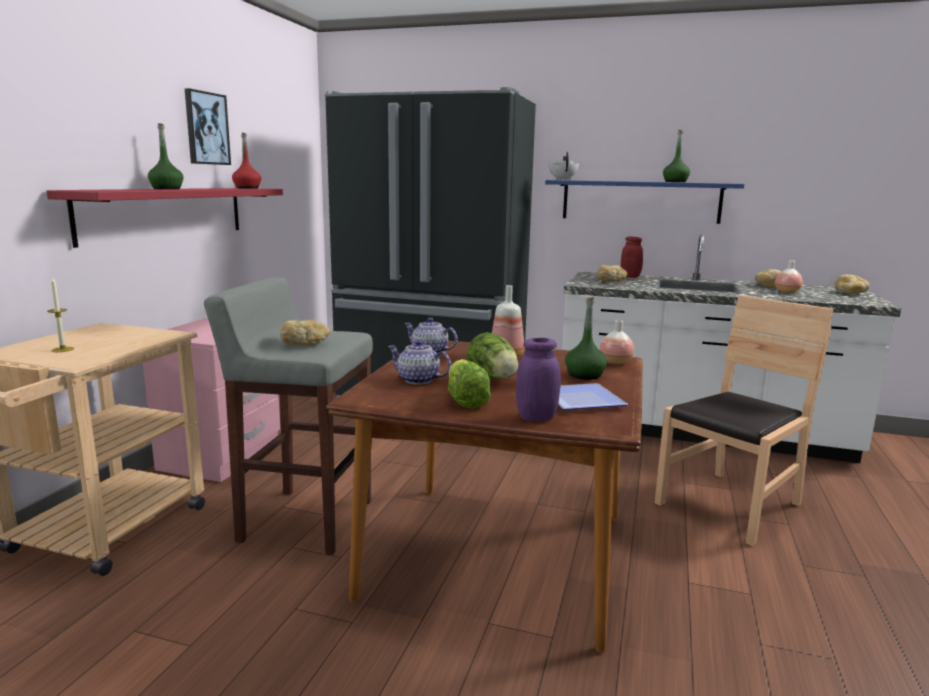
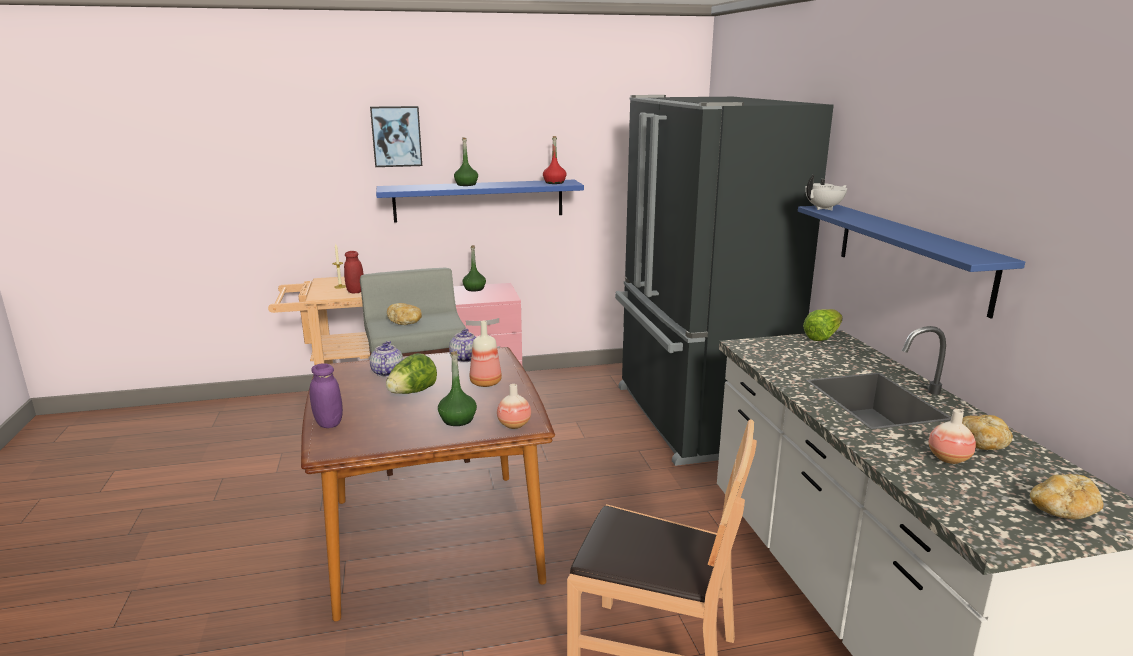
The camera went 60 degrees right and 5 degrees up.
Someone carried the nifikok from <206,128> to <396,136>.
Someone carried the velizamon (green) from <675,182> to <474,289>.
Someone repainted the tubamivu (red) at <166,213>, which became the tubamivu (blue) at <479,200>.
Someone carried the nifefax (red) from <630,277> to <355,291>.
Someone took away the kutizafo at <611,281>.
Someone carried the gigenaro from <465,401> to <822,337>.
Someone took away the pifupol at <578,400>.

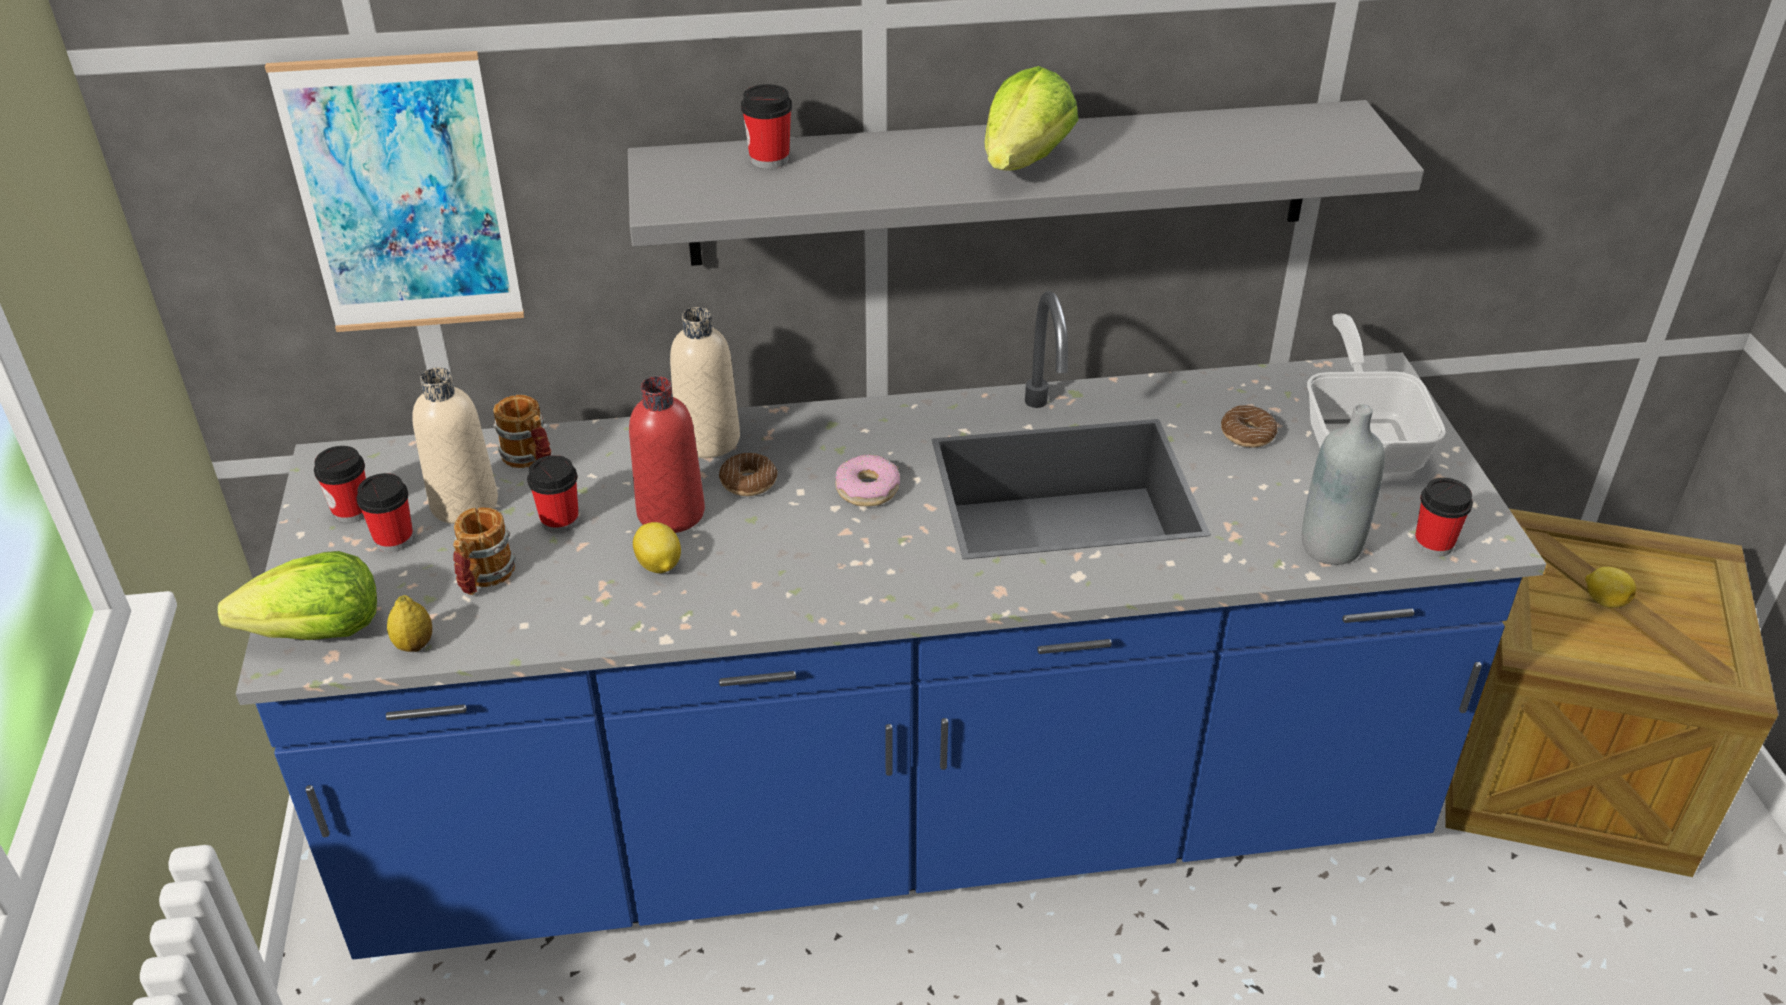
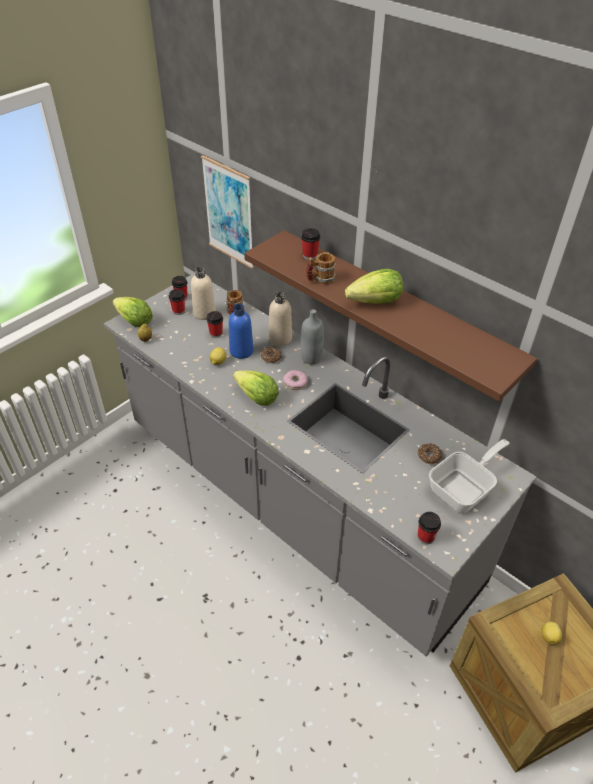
The camera went 50 degrees right and 5 degrees up.
Someone repainted the tubamivu (grey) at <1003,183>, which became the tubamivu (brown) at <393,309>.
Someone repainted the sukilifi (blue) at <893,817>, which became the sukilifi (grey) at <294,502>.
Someone repainted the velizamon (red) at <671,513>, which became the velizamon (blue) at <241,351>.
Someone carried the velizamon (grey) from <1330,547> to <311,358>.
Someone carried the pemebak from <483,578> to <320,280>.
Someone put down the gigenaro at <257,397>.

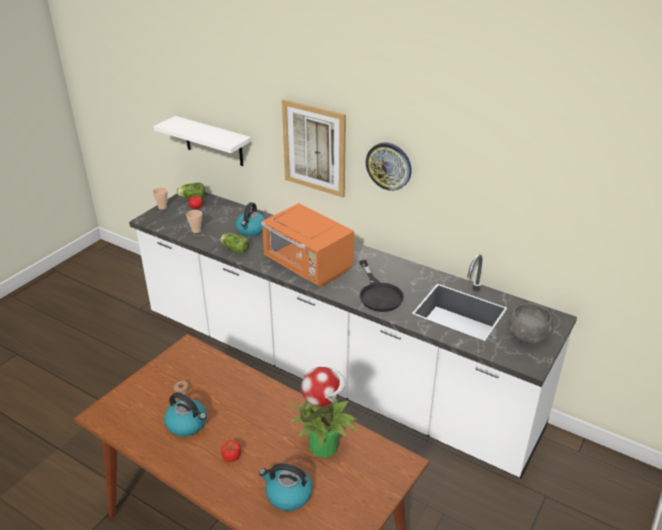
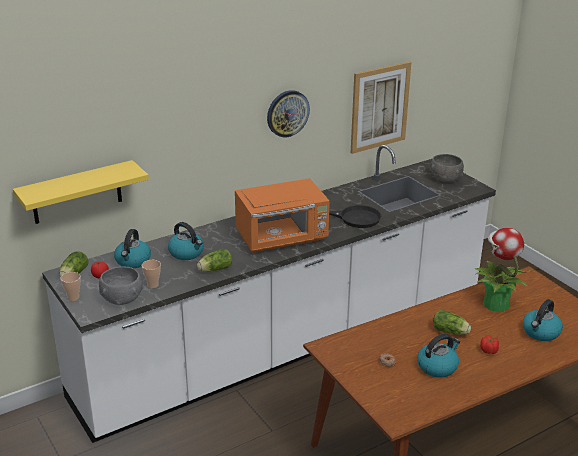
The camera went 65 degrees left and 5 degrees down.
Someone carried the nifikok from <314,148> to <379,107>.
Someone repainted the tubamivu (white) at <213,141>, which became the tubamivu (yellow) at <77,193>.
Someone put down the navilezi at <133,261>.
Someone put down the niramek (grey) at <122,299>.
Someone put down the gigenaro at <451,332>.

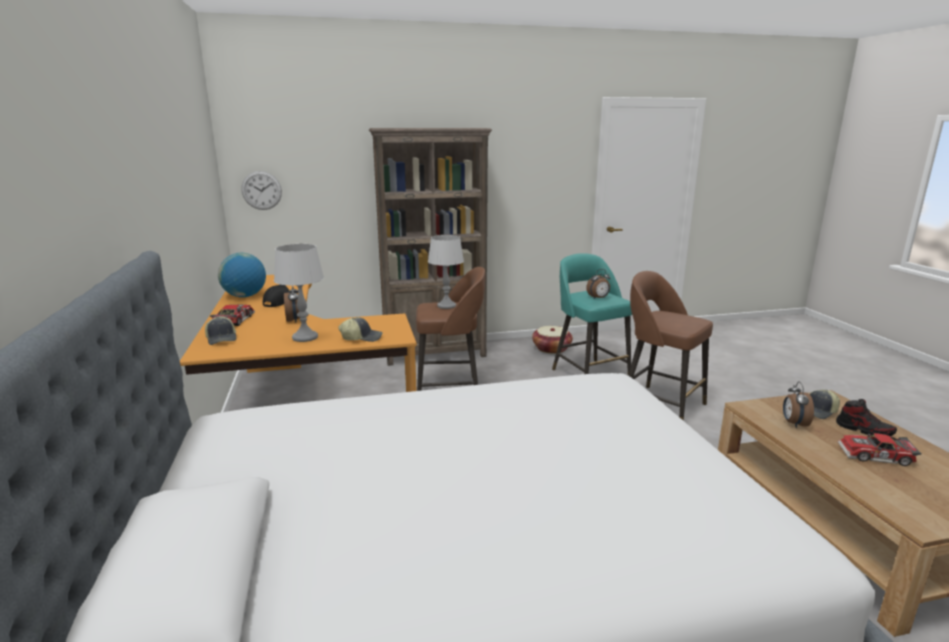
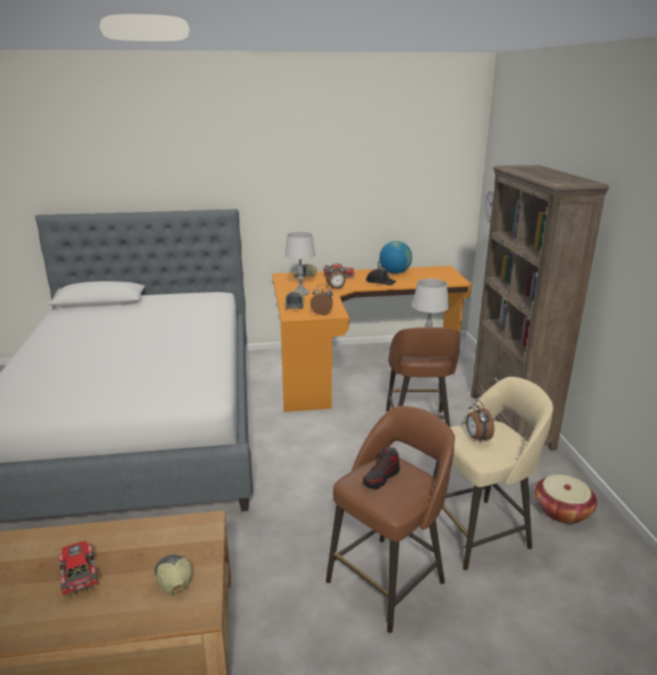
The camera went 95 degrees right and 5 degrees up.
Someone repainted the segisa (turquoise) at <589,373>, which became the segisa (beige) at <479,532>.
Someone carried the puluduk from <793,423> to <322,313>.
Someone carried the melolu from <864,430> to <381,478>.
Someone rotated the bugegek at <876,456> by 45 degrees counterclockwise.

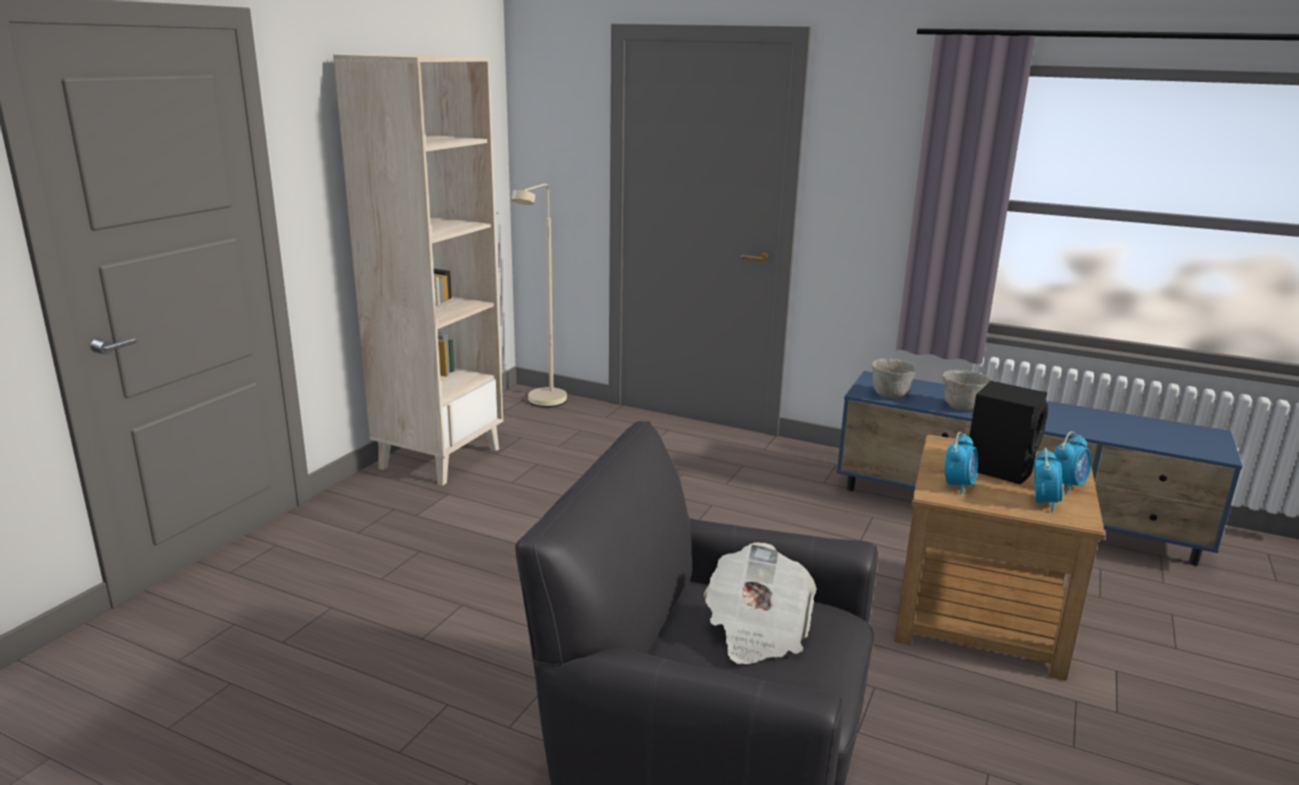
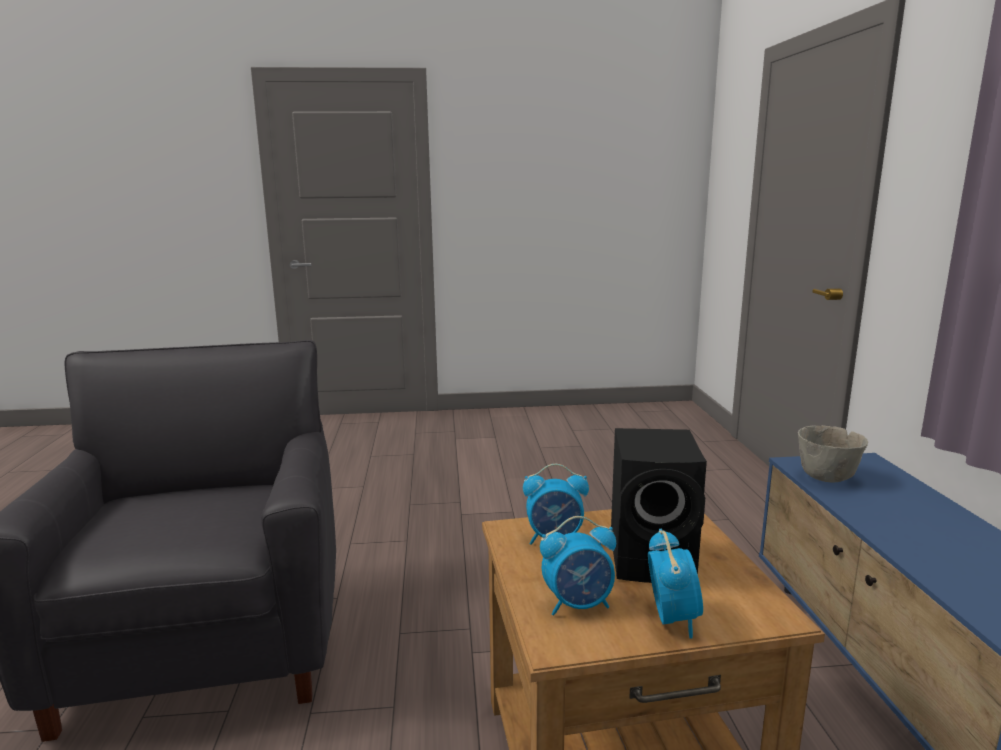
The camera went 60 degrees right and 5 degrees down.
Someone took away the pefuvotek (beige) at <440,458>.
Someone took away the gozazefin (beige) at <543,404>.
Someone took away the niramek (grey) at <961,407>.
Someone rotated the puluduk at <1067,485> by 105 degrees counterclockwise.
Someone took away the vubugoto at <756,630>.

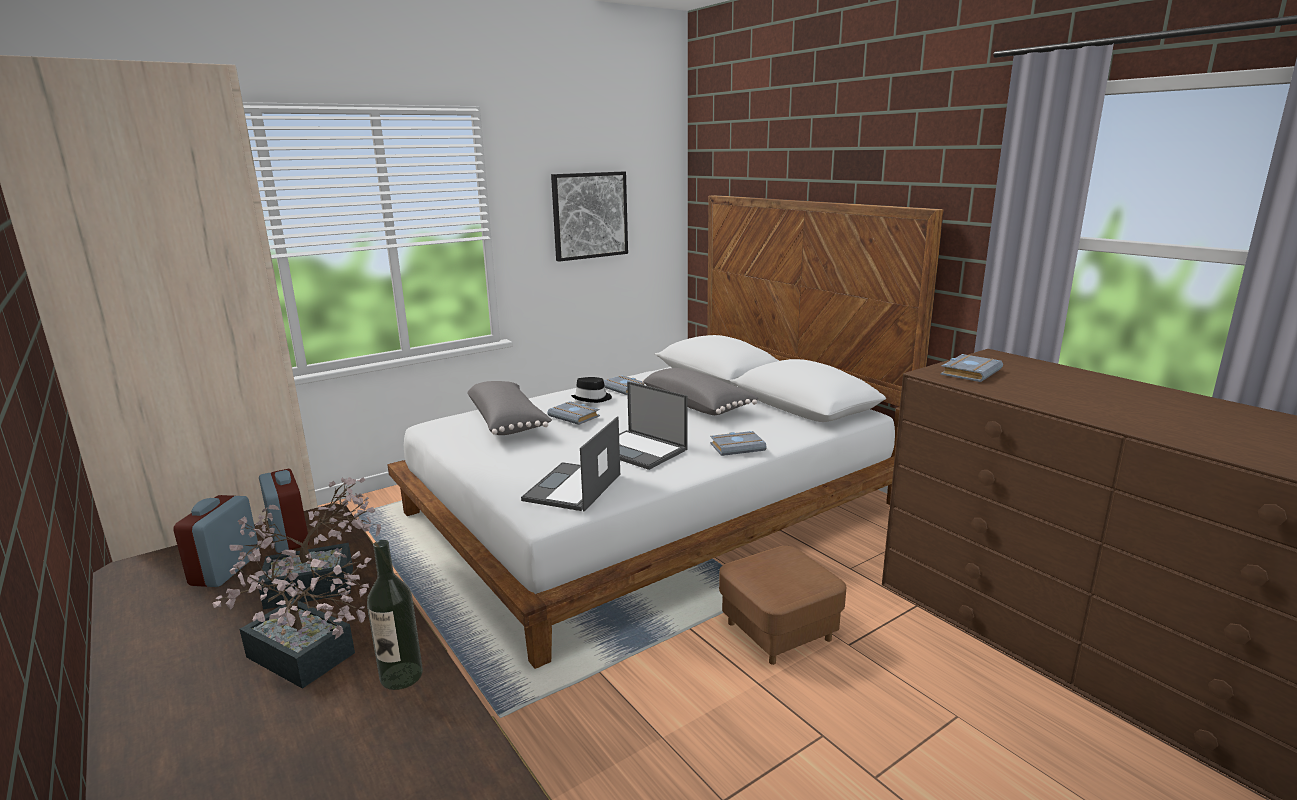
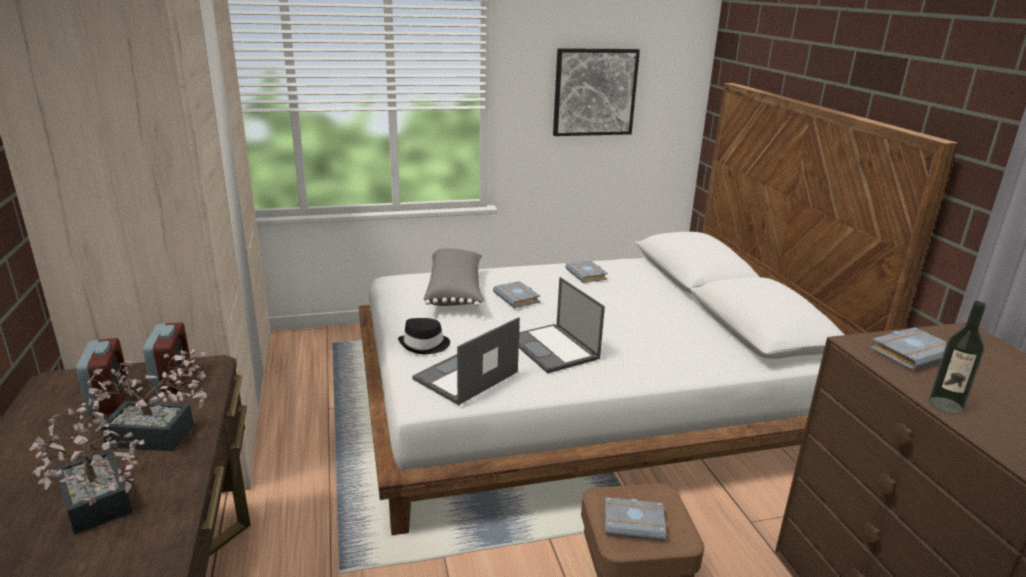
The camera went 20 degrees right and 5 degrees up.
Someone took away the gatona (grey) at <698,405>.
Someone carried the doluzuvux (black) from <592,398> to <425,345>.
Someone carried the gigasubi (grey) from <738,447> to <635,522>.
Someone rotated the puluduk at <225,569> by 135 degrees clockwise.
Someone carried the velizamon from <401,675> to <945,405>.

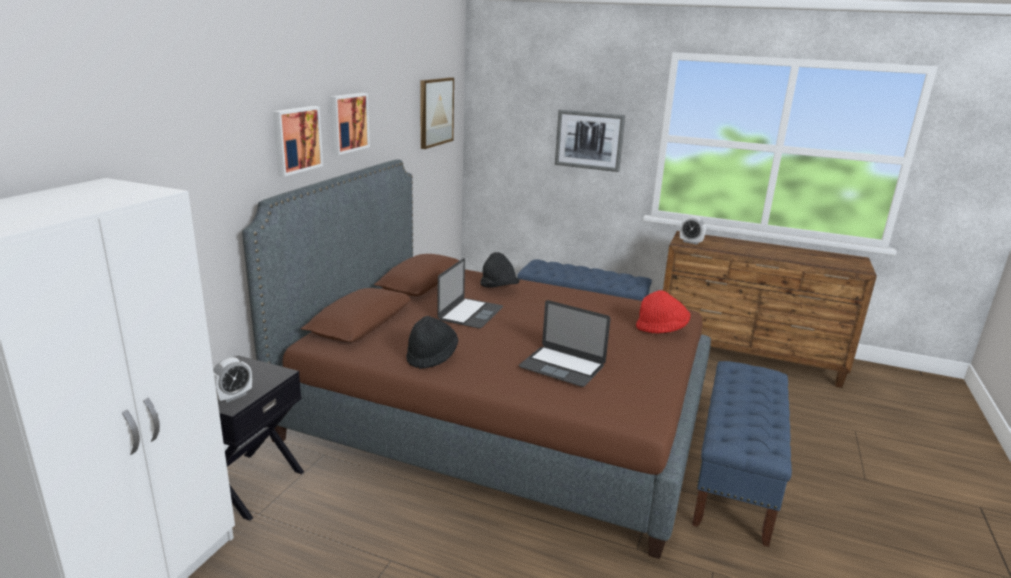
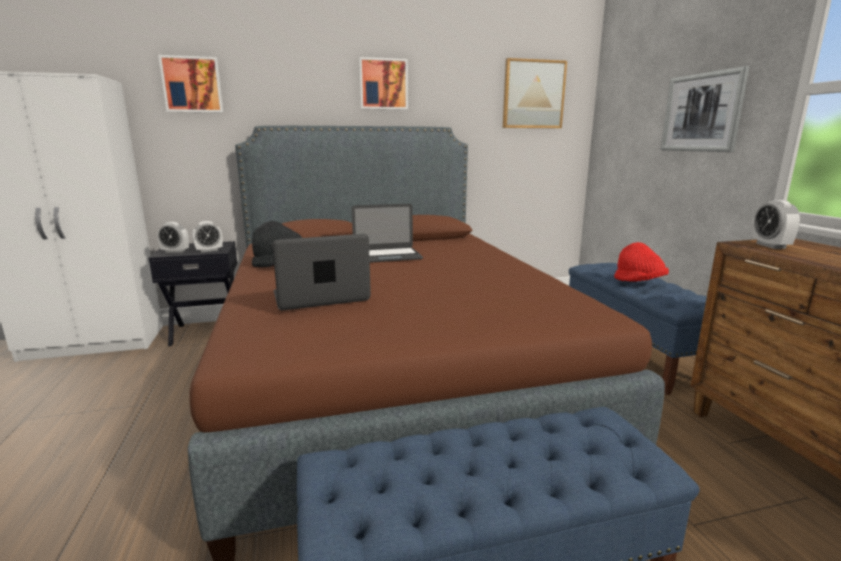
The camera went 55 degrees right and 5 degrees down.
Someone carried the nifikok from <296,139> to <192,85>.
Someone took away the doluzuvux (black) at <498,288>.
Someone carried the doluzuvux (red) from <661,329> to <639,282>.
Someone rotated the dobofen at <562,366> by 75 degrees clockwise.
Someone put down the puluduk at <209,250>.

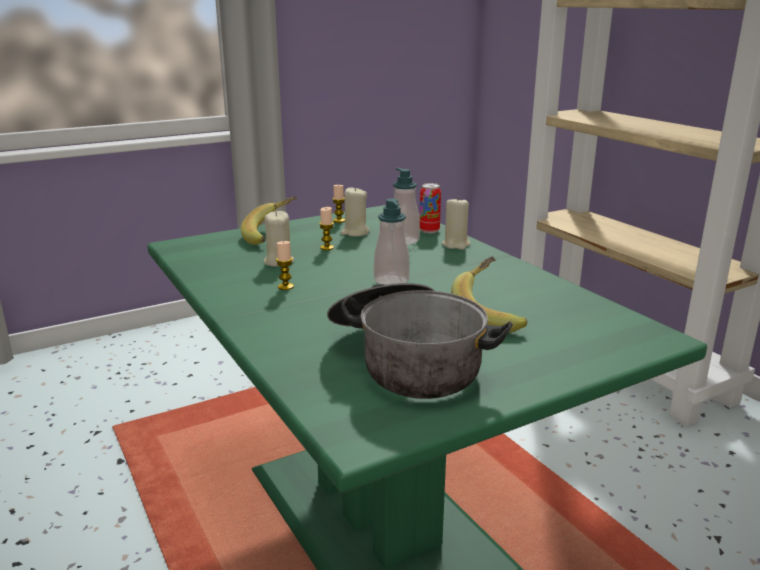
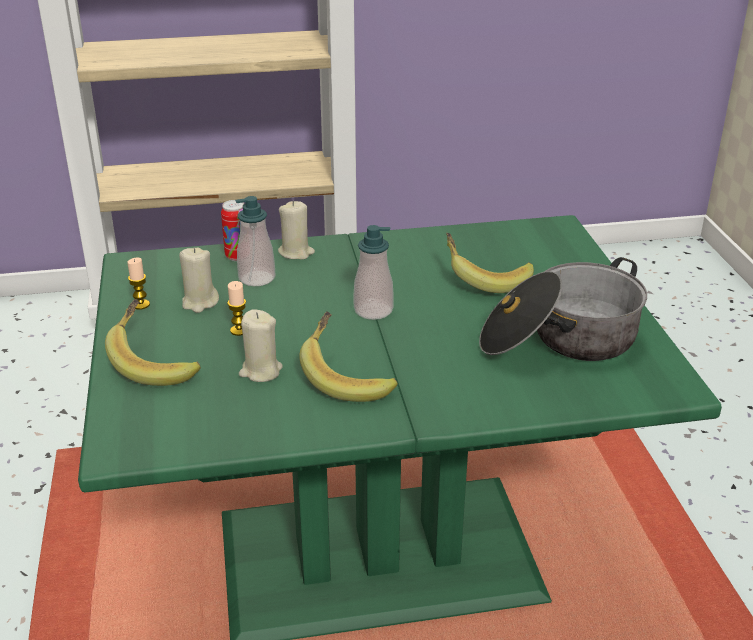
The camera went 70 degrees left and 10 degrees up.
Someone swapped the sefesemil at <285,287> for the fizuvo at <348,377>.

